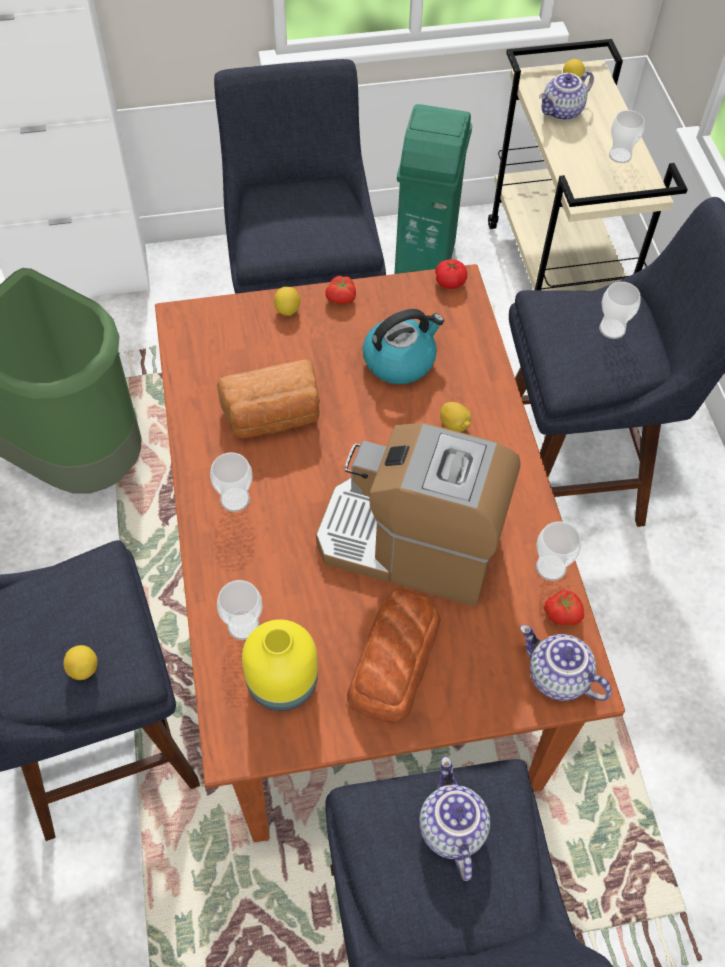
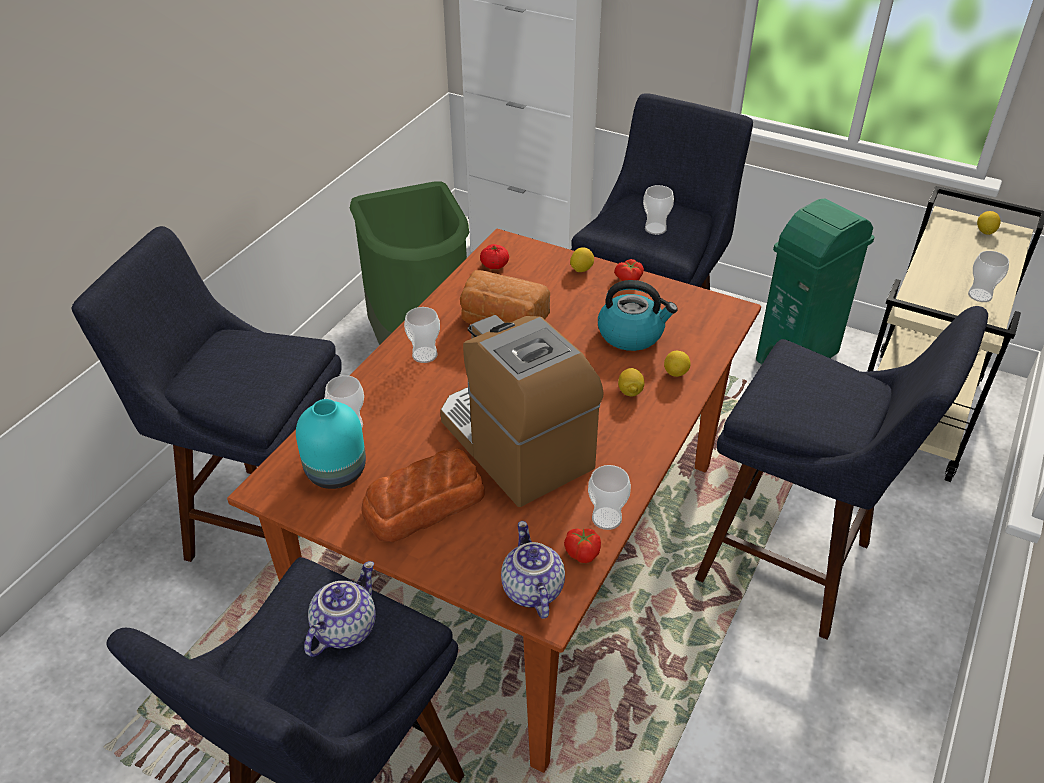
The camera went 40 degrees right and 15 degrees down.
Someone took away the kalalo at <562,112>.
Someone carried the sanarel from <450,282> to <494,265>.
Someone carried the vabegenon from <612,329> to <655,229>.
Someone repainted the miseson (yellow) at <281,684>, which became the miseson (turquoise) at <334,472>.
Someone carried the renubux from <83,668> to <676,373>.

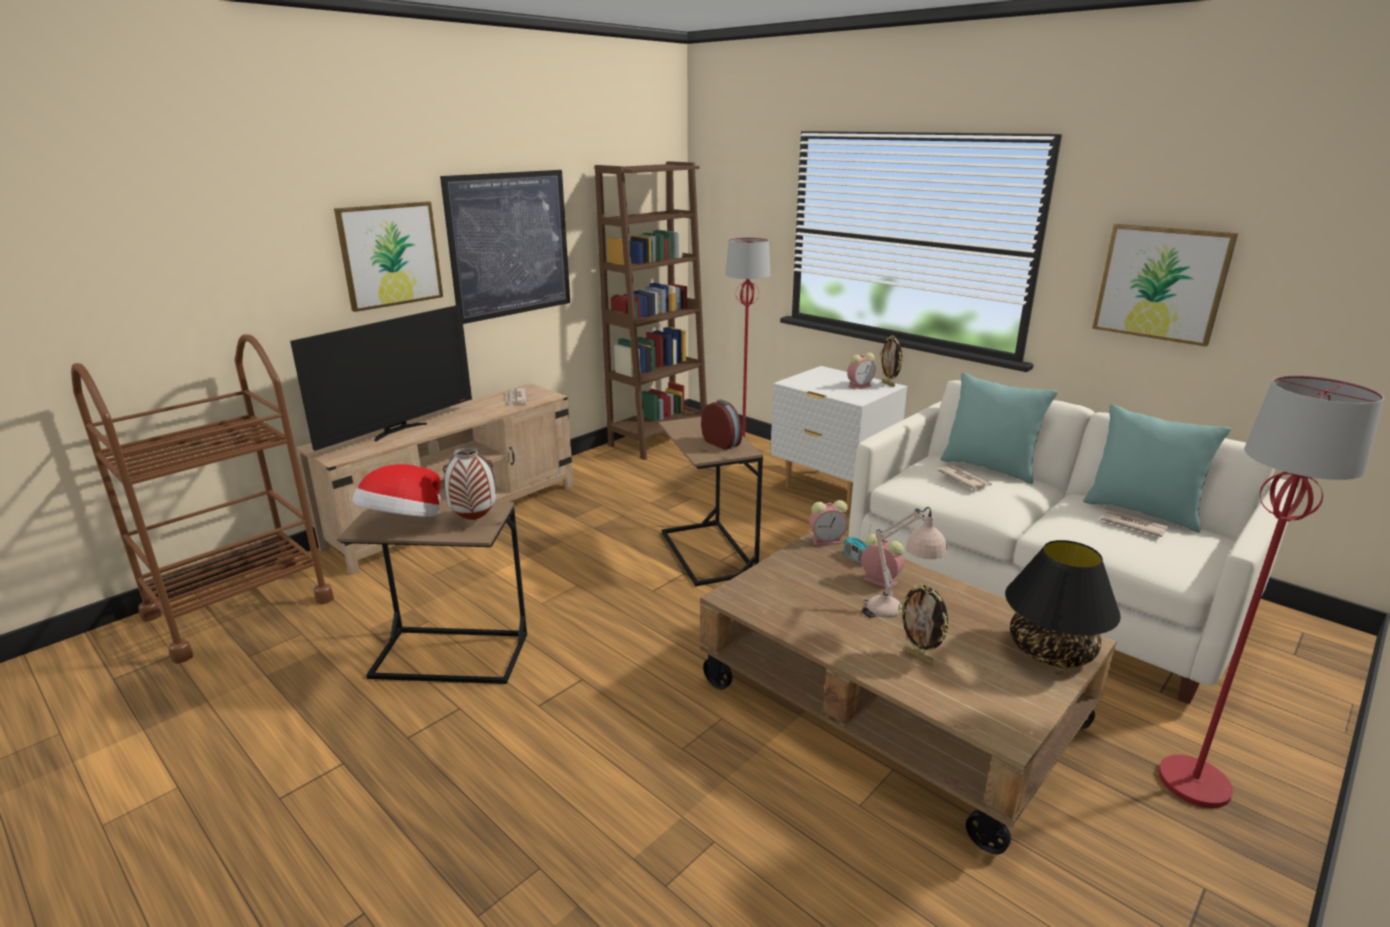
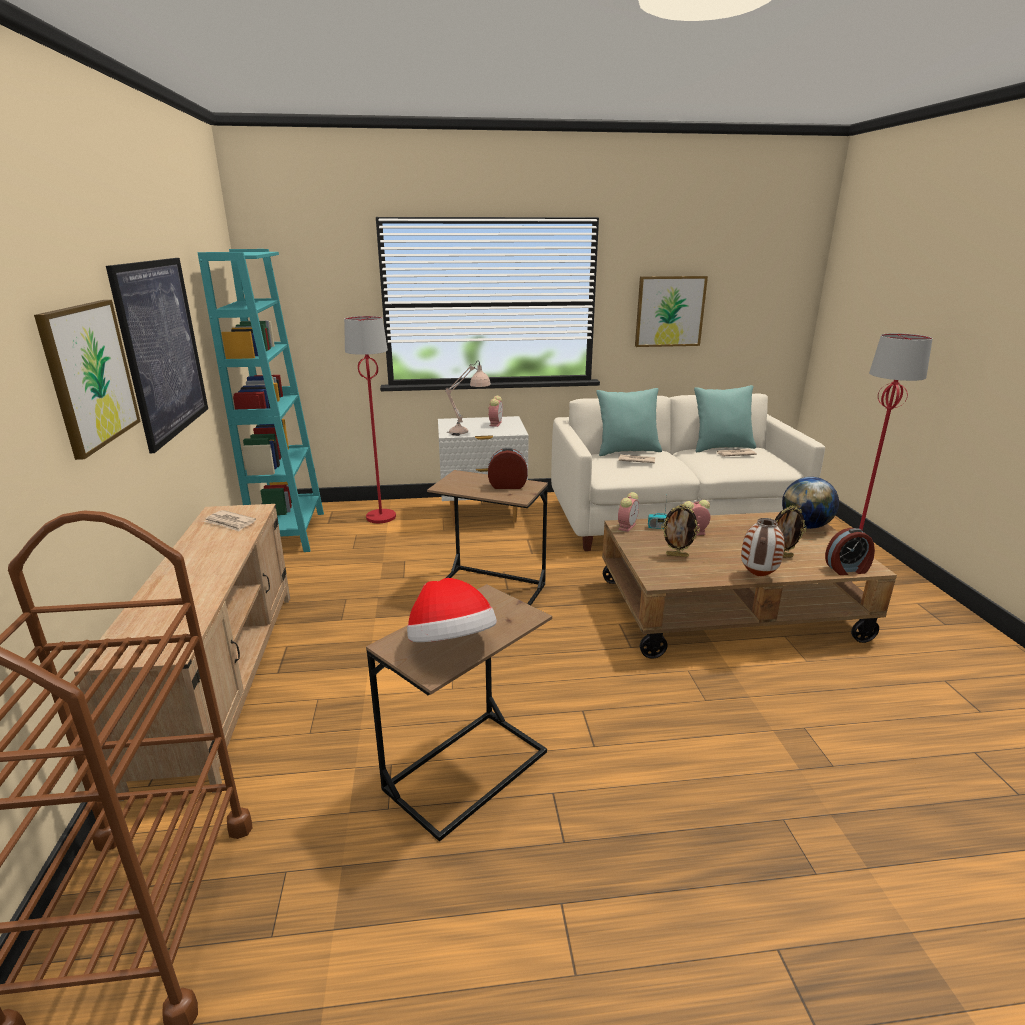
The camera went 50 degrees left and 0 degrees up.
Someone repainted the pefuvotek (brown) at <658,440>, which became the pefuvotek (turquoise) at <290,532>.
Someone took away the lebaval at <398,431>.
Someone carried the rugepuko from <889,384> to <677,555>.
Someone carried the miseson from <473,520> to <758,576>.
Someone carried the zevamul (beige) from <897,617> to <468,432>.
Someone swapped the zevamul (black) at <1051,651> for the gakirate at <805,526>.
Someone put down the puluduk at <847,569>.

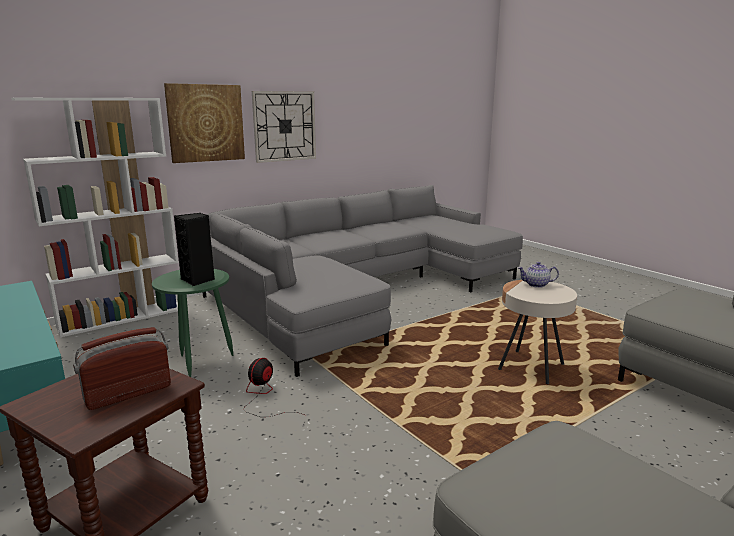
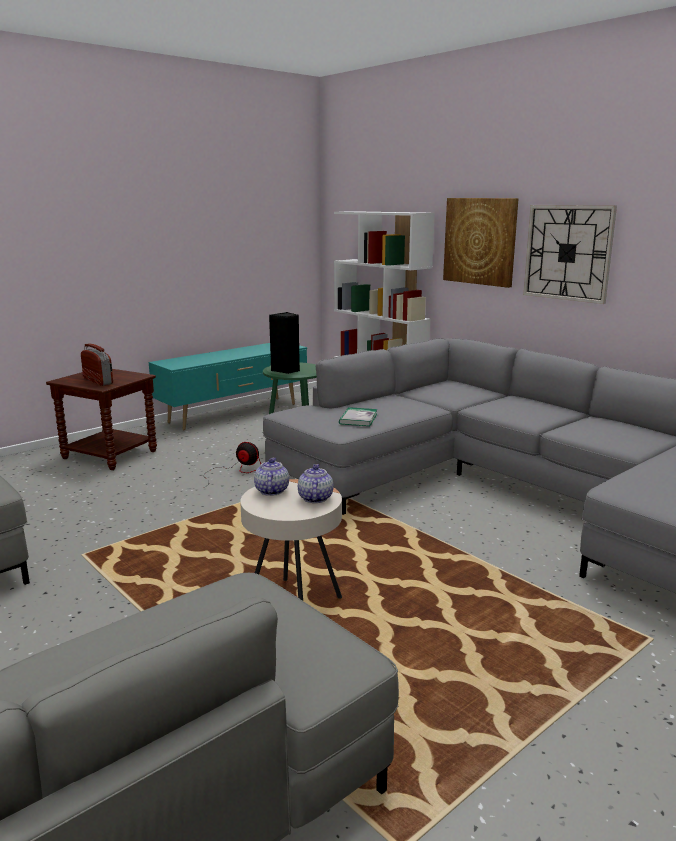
The camera went 85 degrees right and 0 degrees up.
Someone put down the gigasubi at <358,419>.
Someone put down the kalalo at <271,491>.

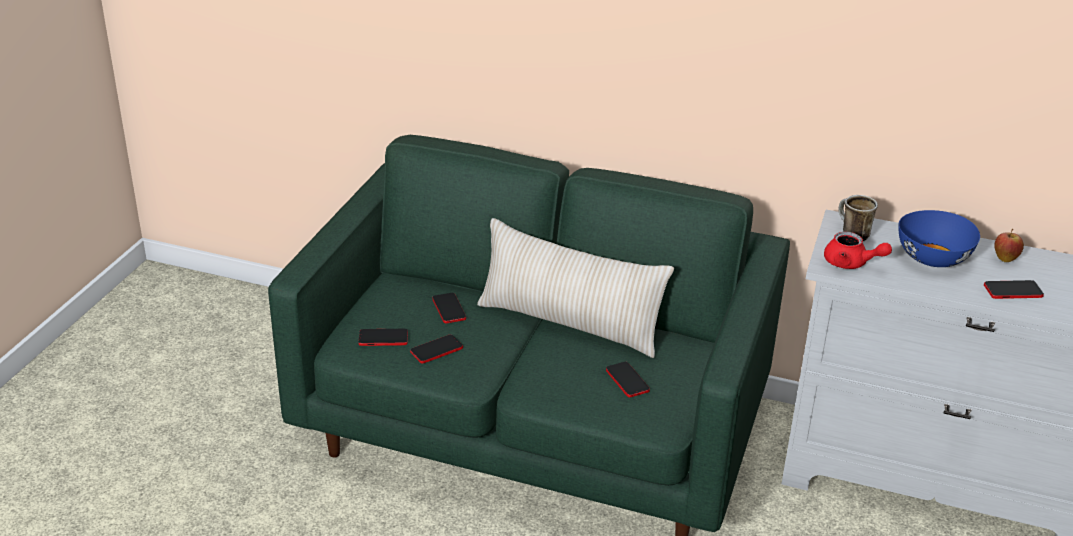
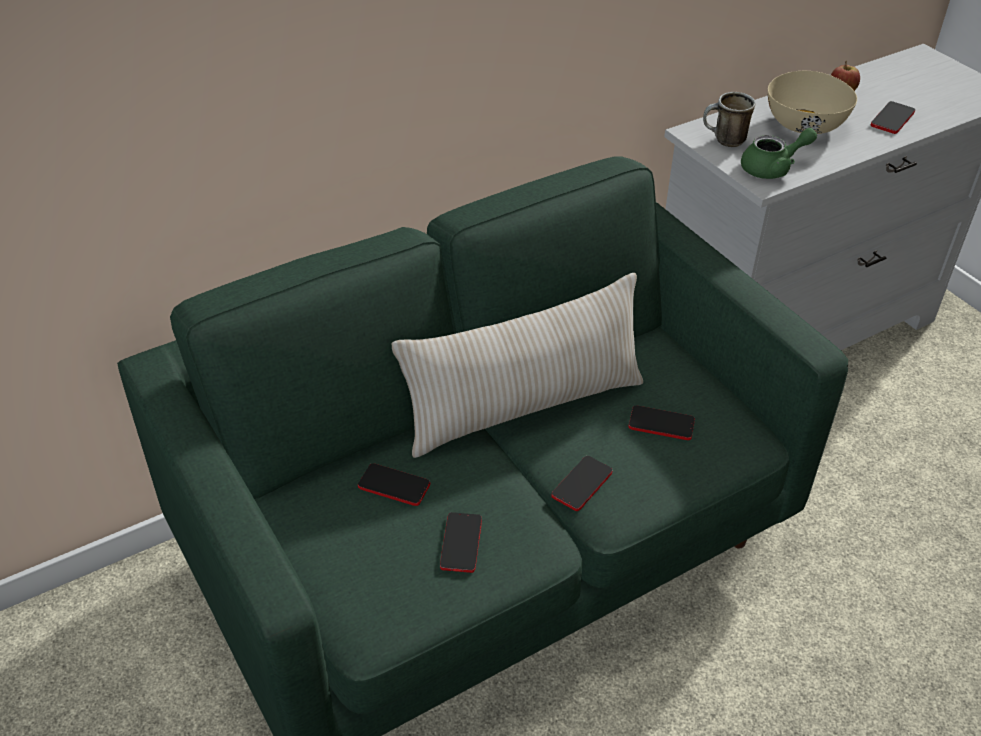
The camera went 50 degrees left and 10 degrees up.
Someone repainted the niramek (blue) at <932,258>, which became the niramek (beige) at <805,125>.
Someone repainted the kalalo (red) at <851,263>, which became the kalalo (green) at <772,168>.
Someone carried the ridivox from <383,338> to <582,484>.

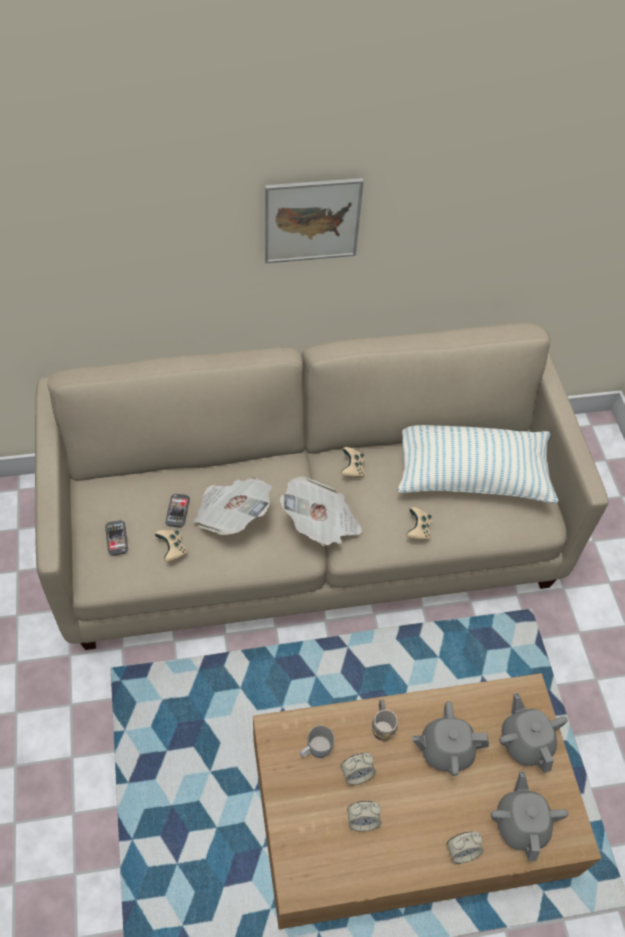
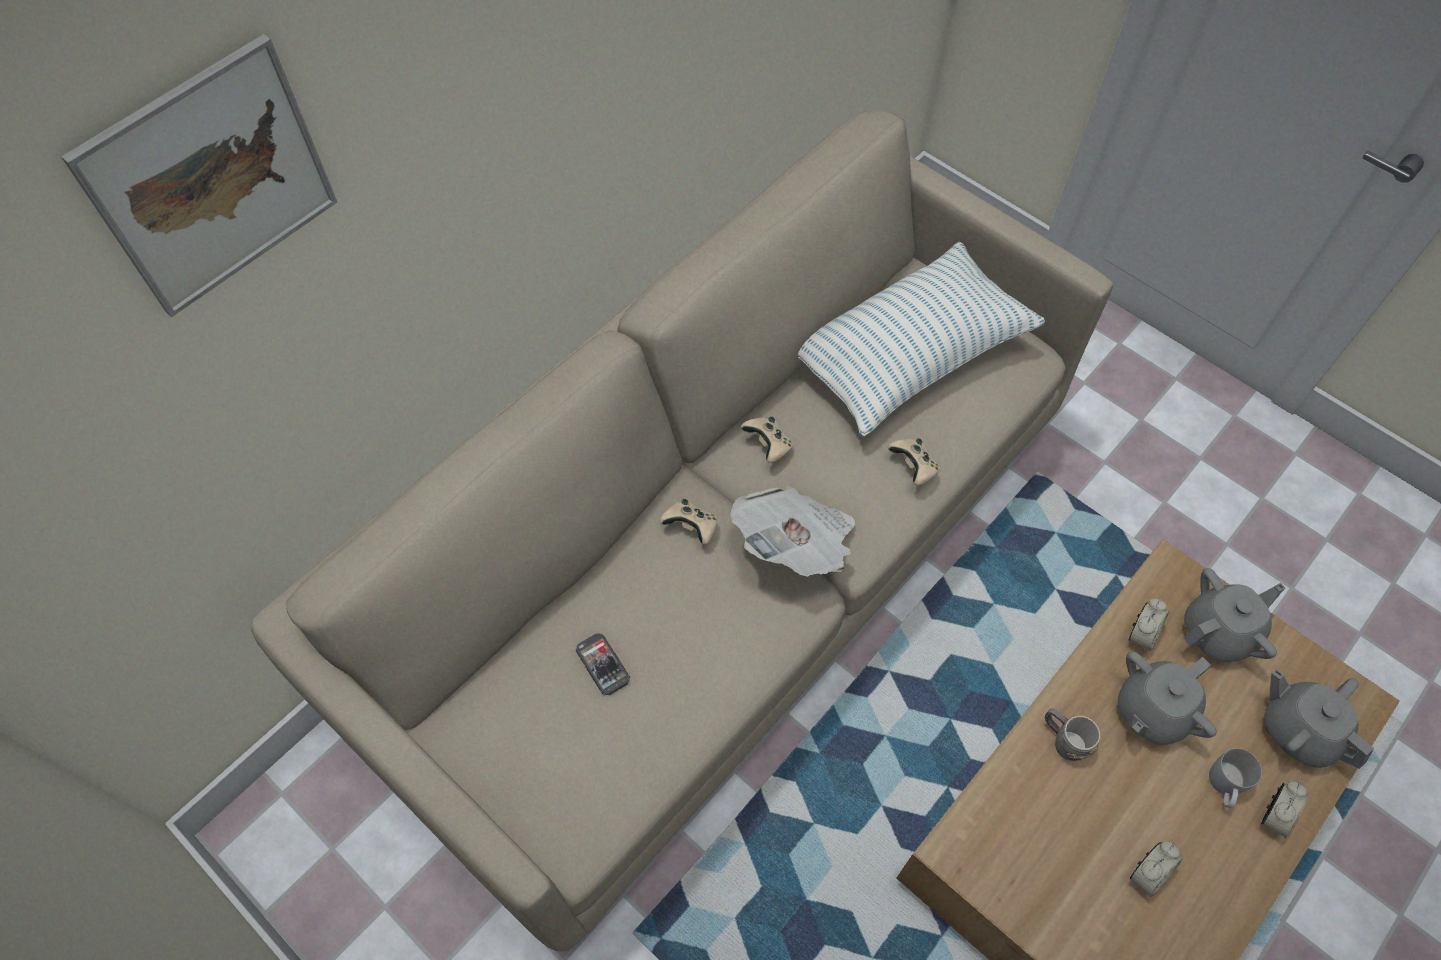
The camera went 35 degrees left and 5 degrees up.
Someone carried the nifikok from <312,220> to <212,179>.
Someone took away the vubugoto at <232,515>.
Someone took away the ridivox at <116,538>.
Someone carried the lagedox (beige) from <172,549> to <692,527>.
Someone rotated the kalalo (grey) at <525,742> by 120 degrees clockwise.
Someone carried the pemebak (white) from <315,750> to <1224,786>.
Someone carried the puluduk from <356,774> to <1141,635>.

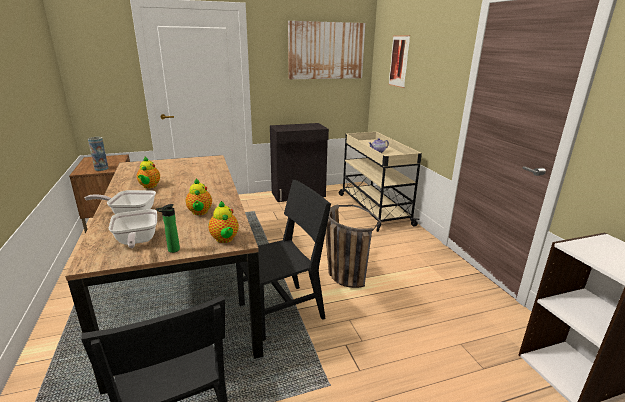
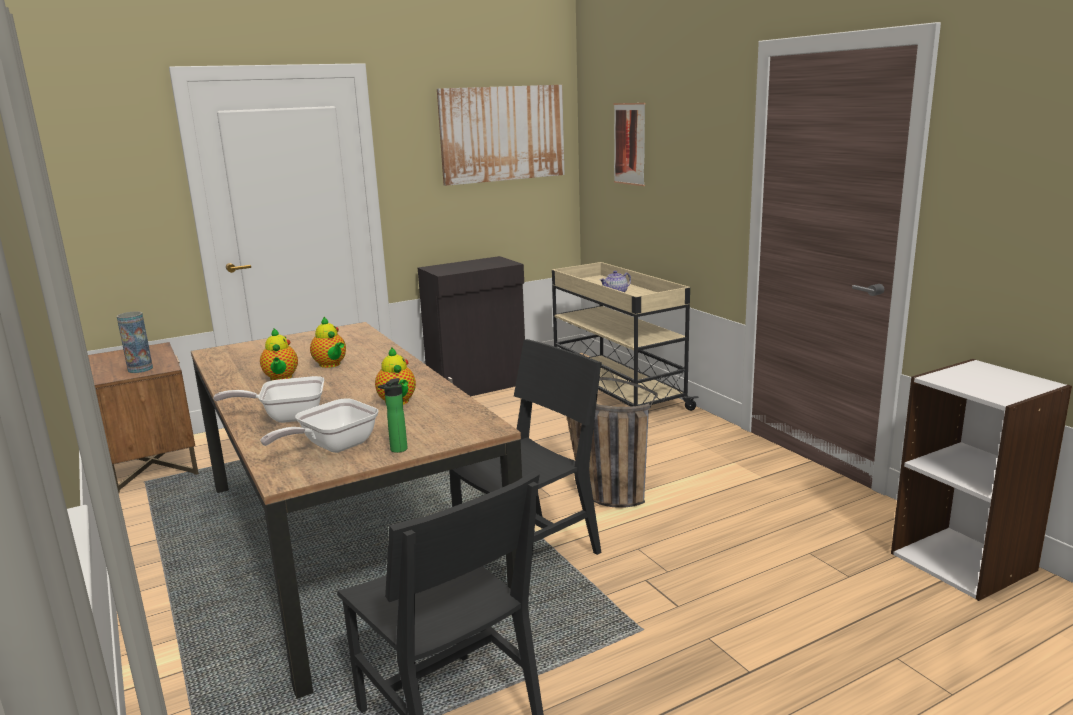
The camera went 10 degrees left and 5 degrees down.
Someone carried the kalalo from <225,239> to <331,365>.
Someone rotated the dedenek at <136,241> by 75 degrees clockwise.

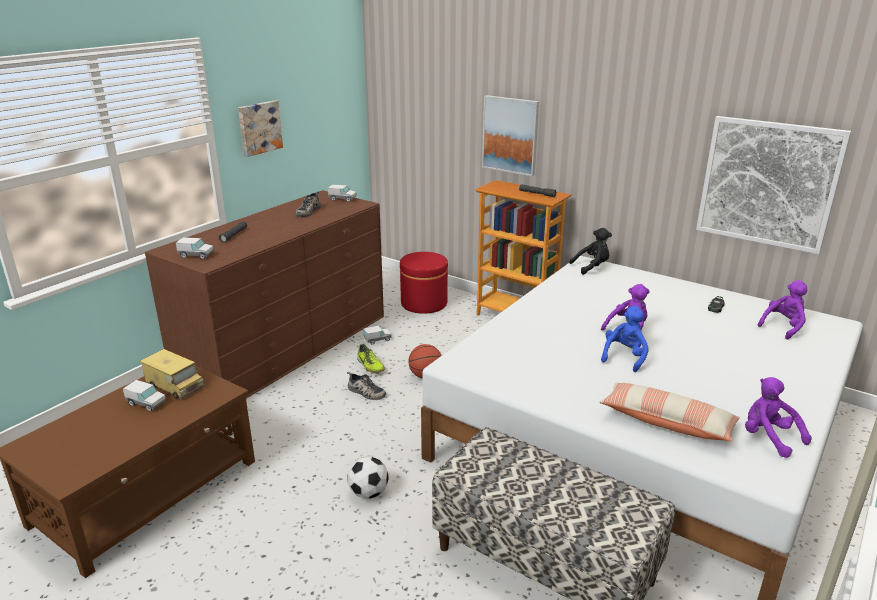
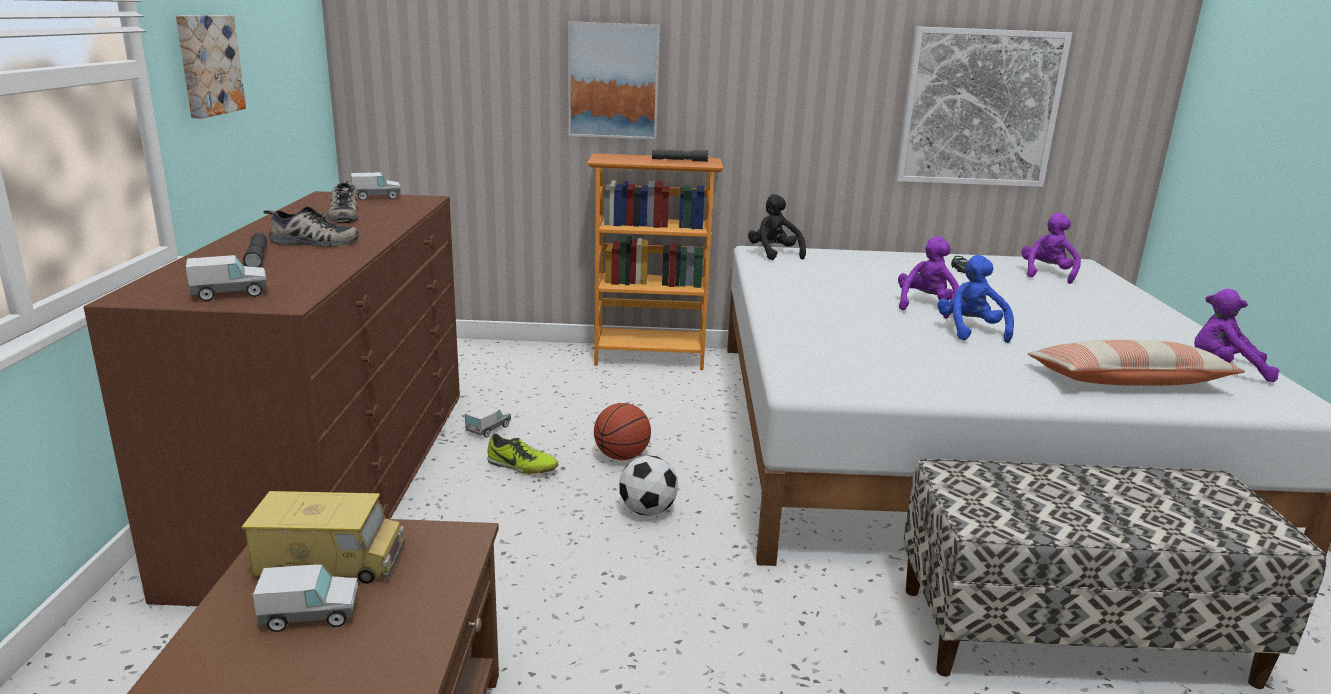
The camera went 35 degrees left and 5 degrees down.
Someone rotated the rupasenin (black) at <592,267> by 60 degrees counterclockwise.
Someone took away the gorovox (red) at <424,303>.
Someone carried the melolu from <365,392> to <312,242>.
Someone carried the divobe from <368,493> to <647,510>.

